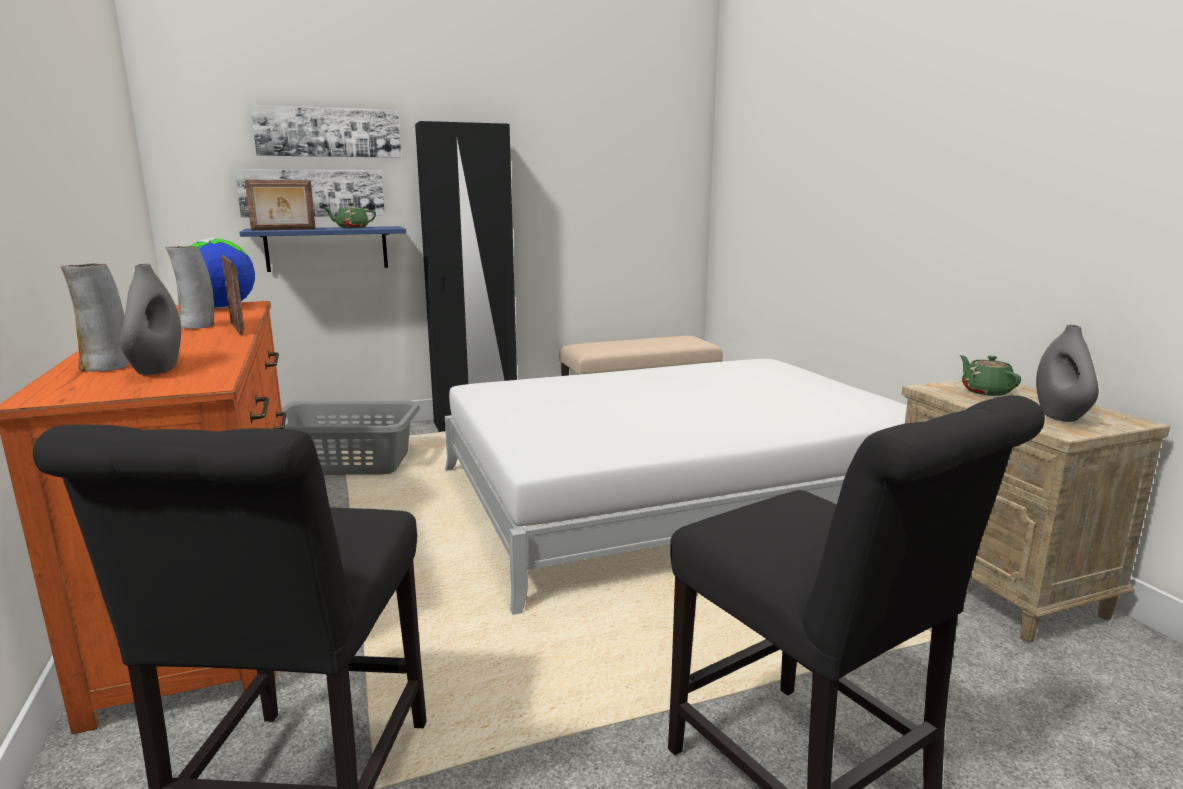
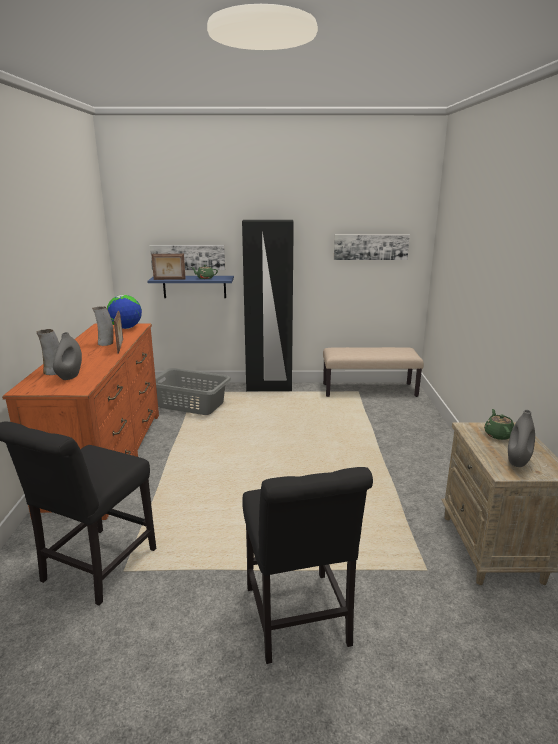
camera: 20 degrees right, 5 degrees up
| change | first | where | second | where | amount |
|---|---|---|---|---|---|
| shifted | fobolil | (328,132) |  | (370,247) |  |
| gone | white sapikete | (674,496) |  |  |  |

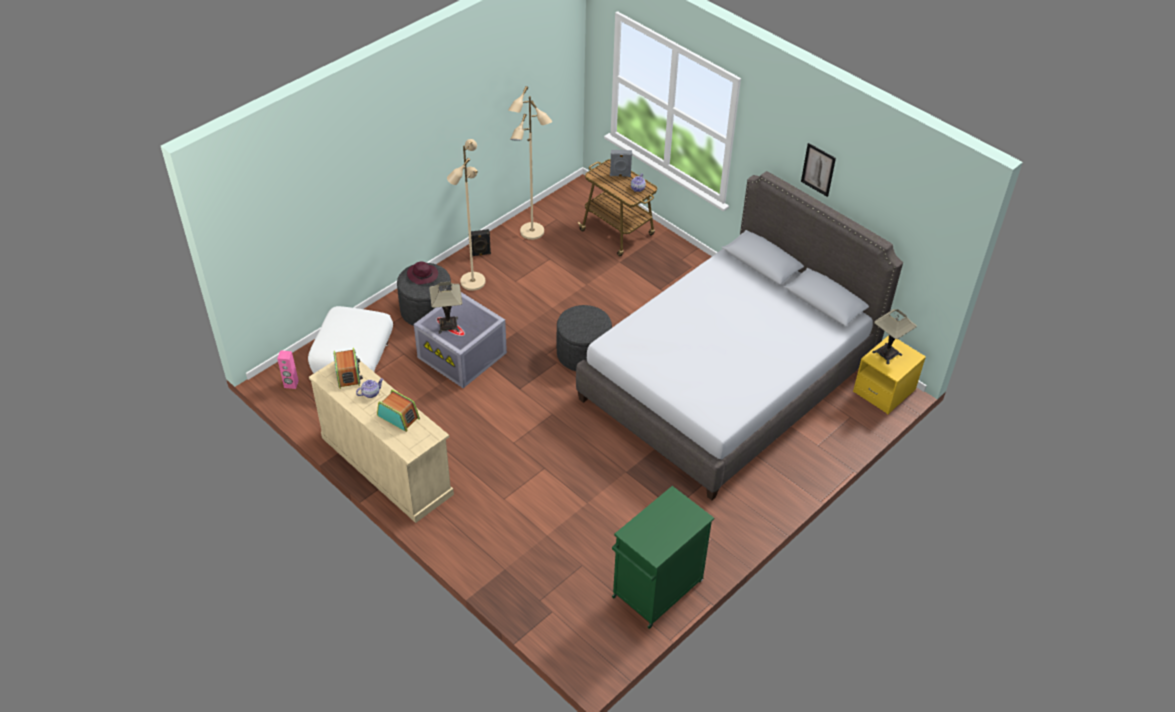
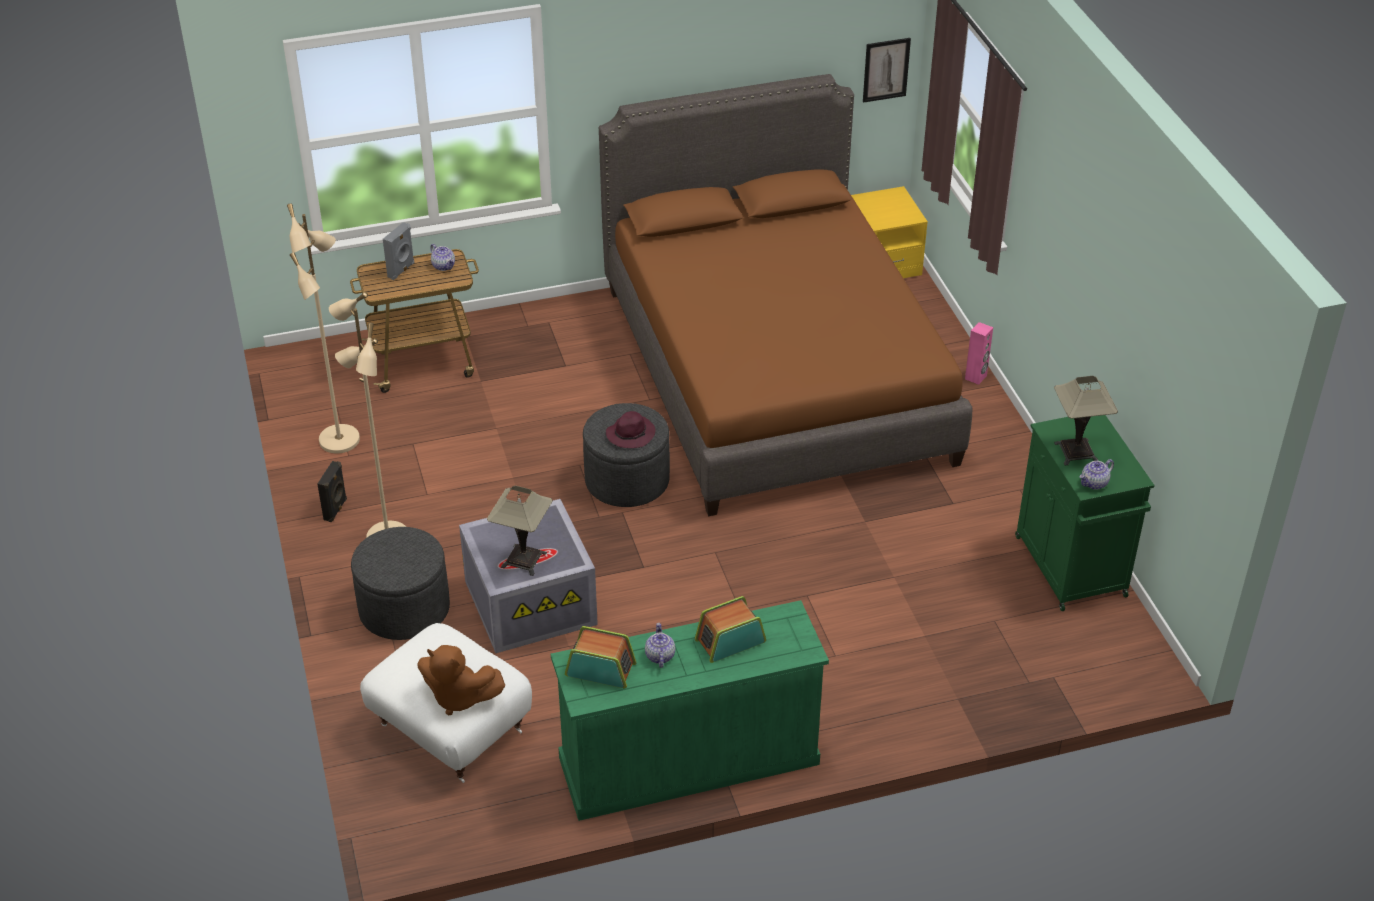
camera: 60 degrees left, 5 degrees down
| change | first | where | second | where | amount |
|---|---|---|---|---|---|
| shifted | fobolil | (818,169) |  | (886,69) |  |
| repainted | grey sapikete | (727,381) | brown sapikete | (775,374) |  |
| shifted | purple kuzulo | (423,275) |  | (631,434) |  |
| shifted | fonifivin | (887,353) |  | (1076,452) |  |
| shifted | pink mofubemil | (291,384) |  | (976,377) |  |
| repainted | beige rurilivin | (385,465) | green rurilivin | (687,762) |  |
| new |  |  | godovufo | (1094,483) |  |
| new |  |  | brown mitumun | (458,697) |  |

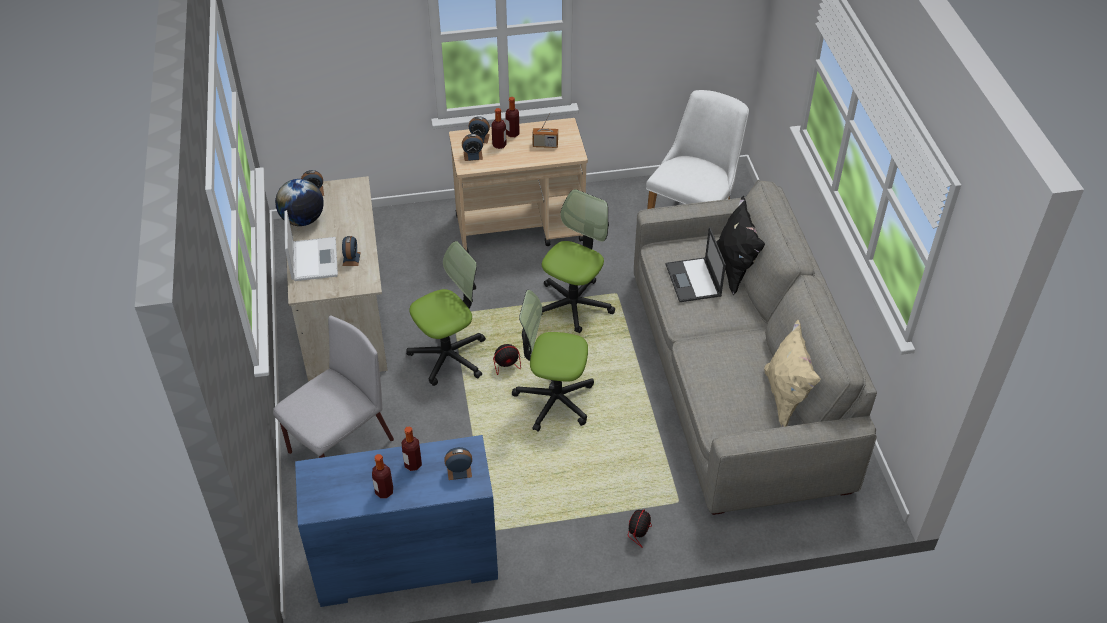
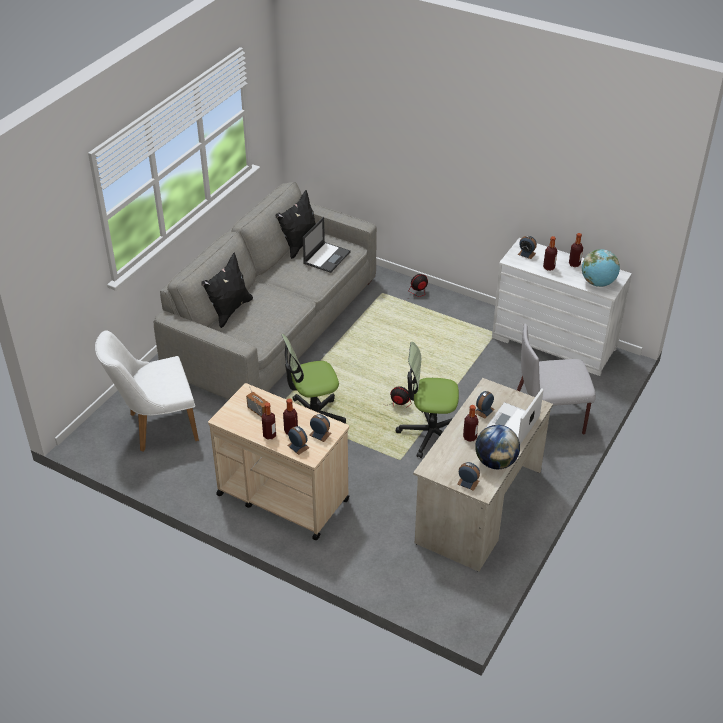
camera: 140 degrees left, 5 degrees down
| change | first | where | second | where | amount |
|---|---|---|---|---|---|
| shifted | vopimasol | (693,281) |  | (327,257) |  |
| gone | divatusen | (554,400) |  |  |  |
| repainted | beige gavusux | (785,397) | black gavusux | (299,244) |  |
| repainted | blue rurilivin | (406,564) | white rurilivin | (554,343) |  |
| new |  |  | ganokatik | (598,283) |  |
| new |  |  | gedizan | (469,437) |  |

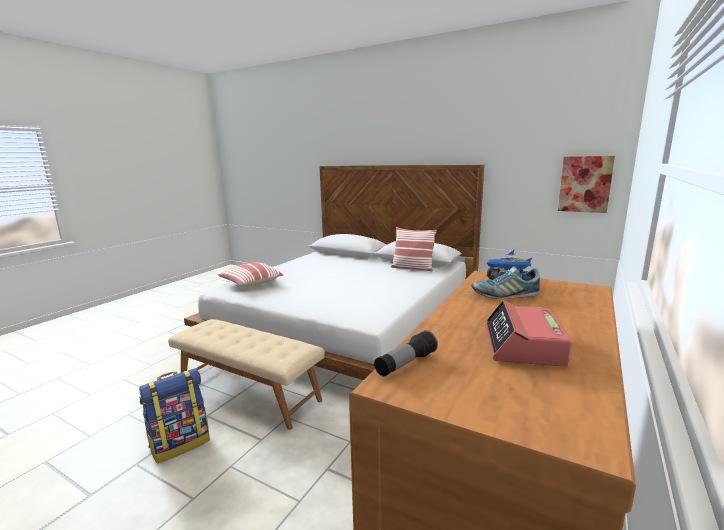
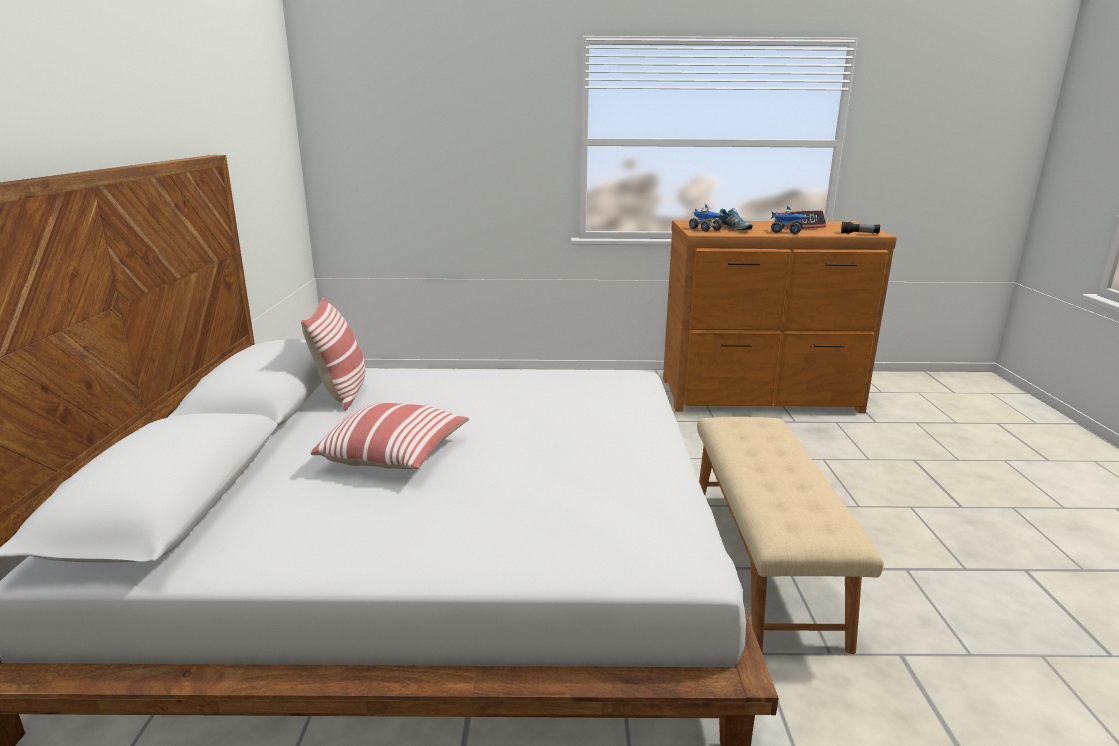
camera: 120 degrees left, 5 degrees up
| change | first | where | second | where | amount |
|---|---|---|---|---|---|
| gone | fobolil | (585,184) |  |  |  |
| shifted | gavusux | (250,283) |  | (396,455) |  |
| gone | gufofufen | (180,443) |  |  |  |
| new |  |  | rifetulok | (787,232) |  |

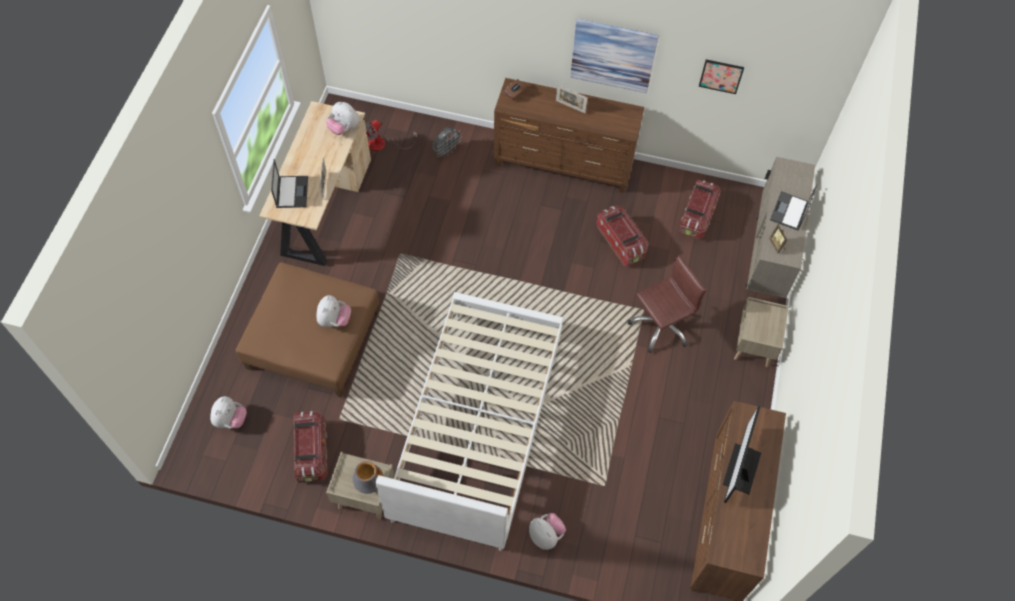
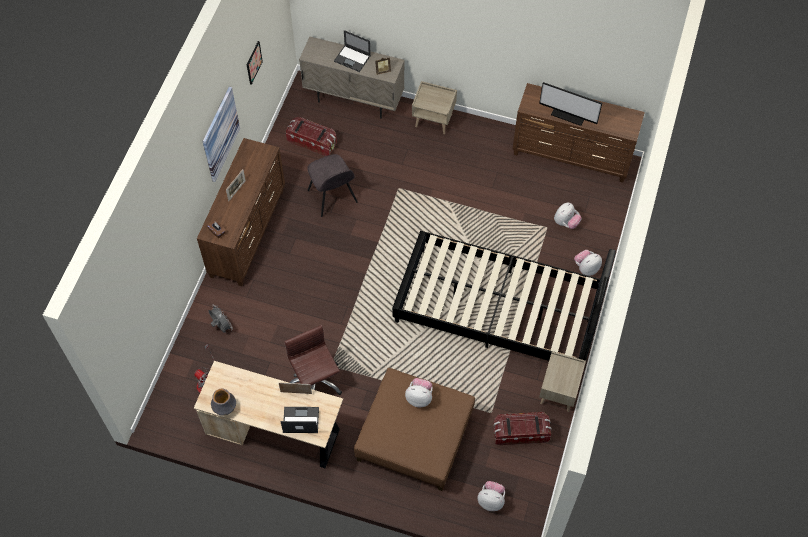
camera: 85 degrees left, 0 degrees up
| change | first | where | second | where | amount |
|---|---|---|---|---|---|
| shifted | mitumun | (344,128) |  | (565,222) |  |
| swapped | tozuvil | (621,242) | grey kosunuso | (333,197) |  |
| shifted | brown divatusen | (660,326) |  | (315,381) |  |
| repainted | white sapikete | (477,426) | black sapikete | (498,310) |  |
| shifted | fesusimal | (369,483) |  | (225,408) |  |

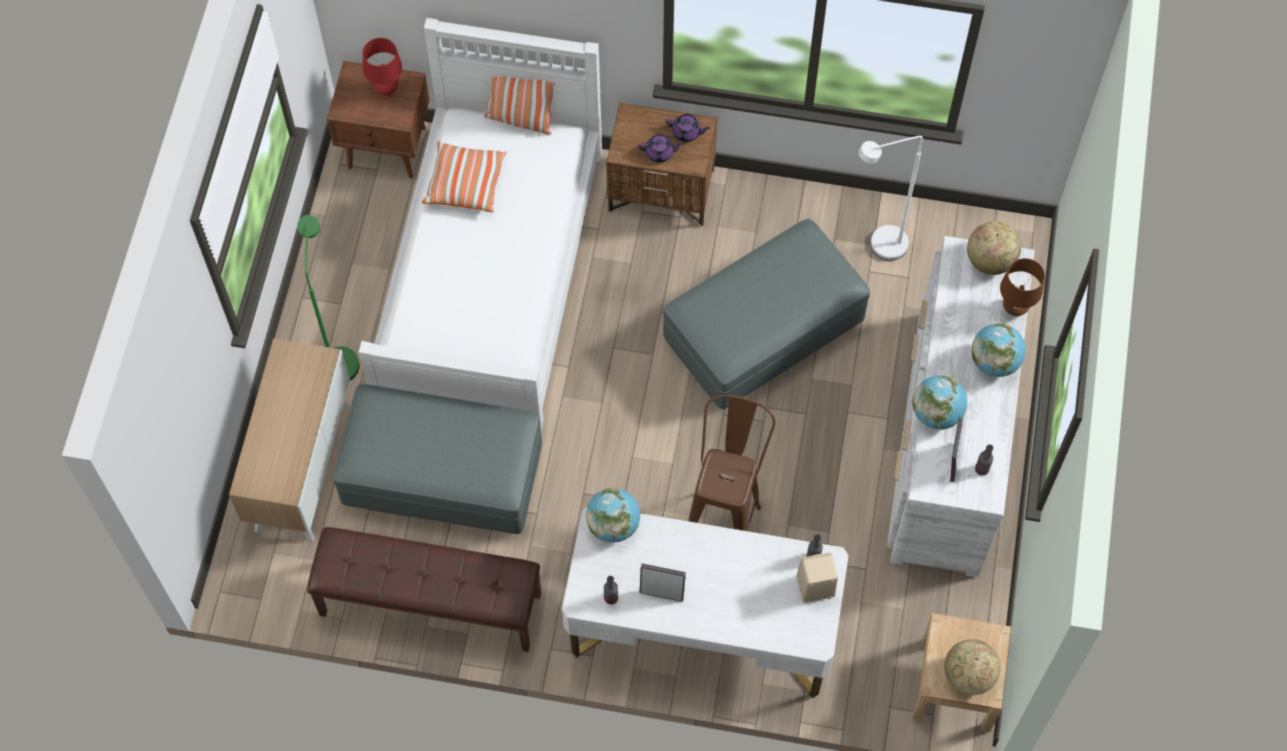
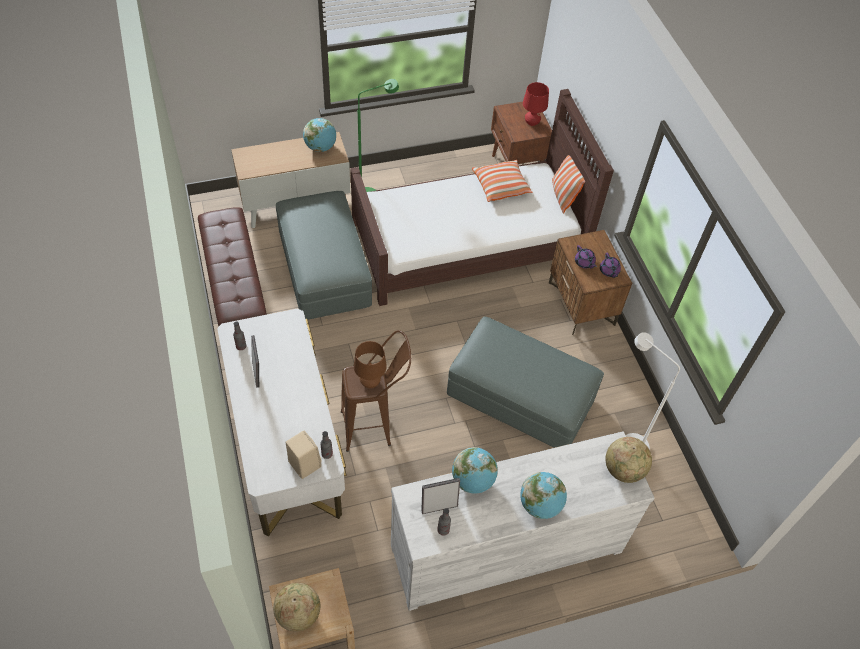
camera: 60 degrees right, 10 degrees down
| change | first | where | second | where | amount |
|---|---|---|---|---|---|
| repainted | white sapikete | (491,272) | brown sapikete | (469,242) |  |
| shifted | brown fonifivin | (1015,308) |  | (370,383) |  |
| shifted | ganokatik | (613,525) |  | (320,147) |  |

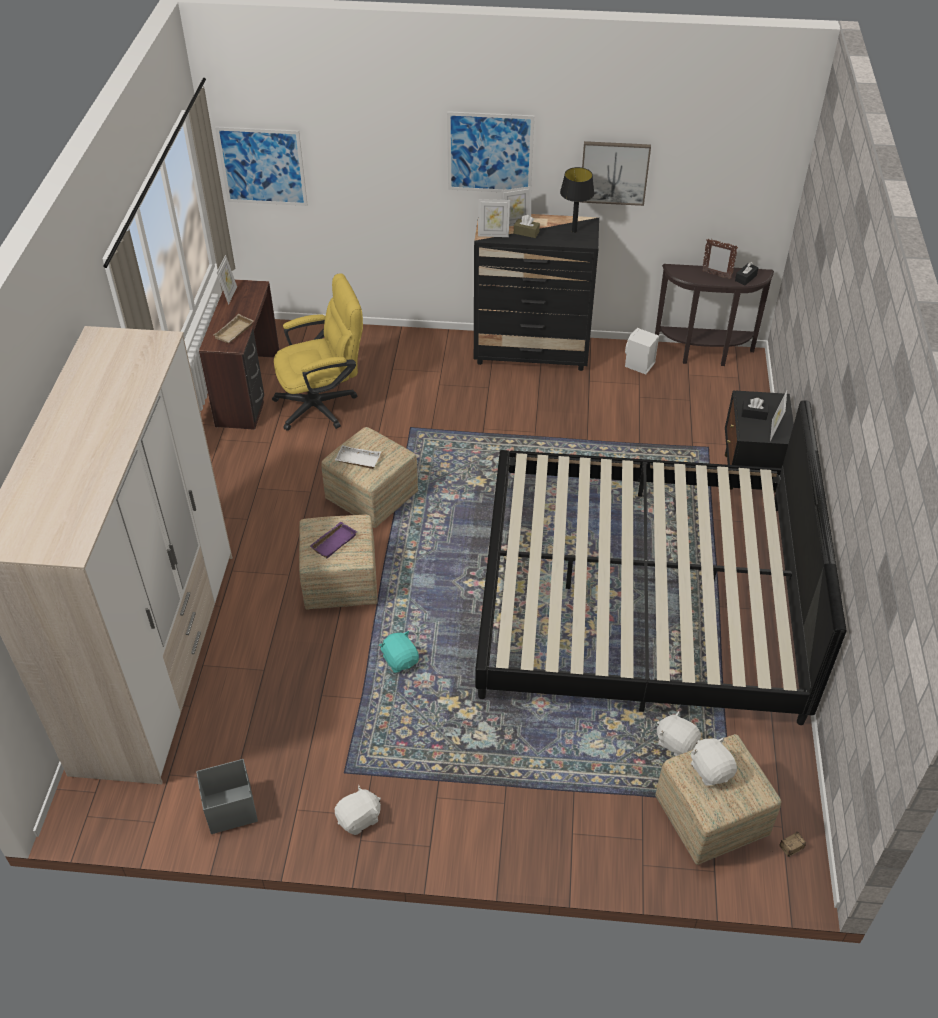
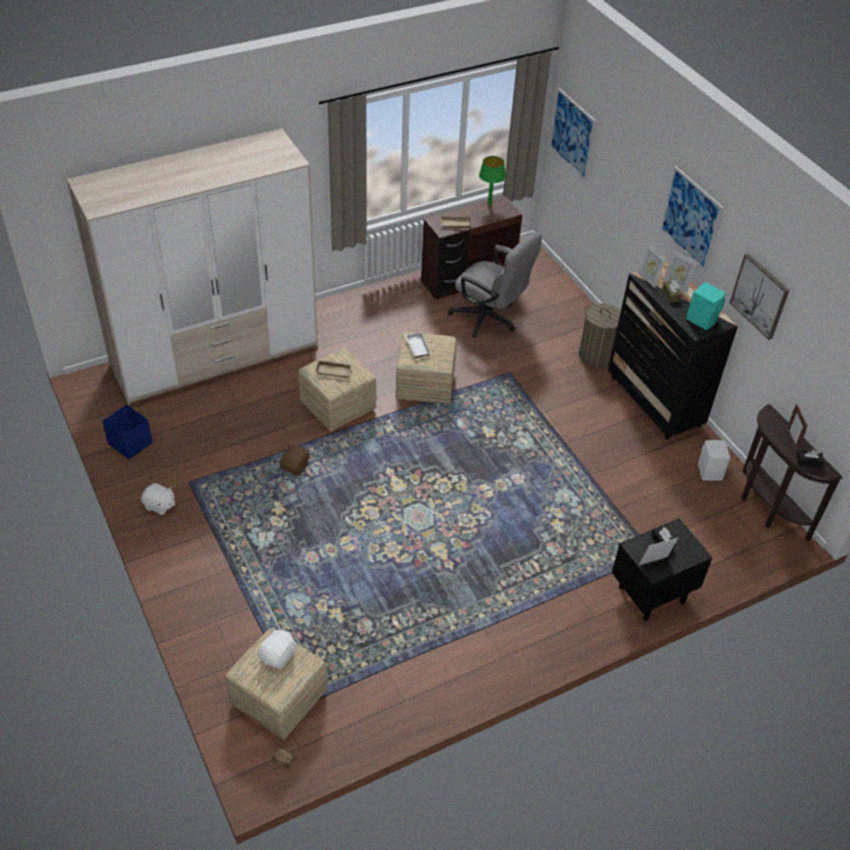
camera: 55 degrees right, 0 degrees up
| change | first | where | second | where | amount |
|---|---|---|---|---|---|
| swapped | black fonifivin | (574,231) | turquoise mofubemil | (702,319) |  |
| swapped | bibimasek | (229,295) | green fonifivin | (489,204) |  |
| repainted | yellow divatusen | (323,404) | grey divatusen | (489,319) |  |
| gone | sapikete | (640,596) |  |  |  |
| repainted | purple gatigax | (333,541) | beige gatigax | (334,370) |  |
| repainted | turquoise mitumun | (400,660) | brown mitumun | (295,467) |  |
| gone | white mitumun | (676,742) |  |  |  |
| repainted | grey tozuvil | (230,809) | blue tozuvil | (130,443) |  |
| new |  |  | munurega | (596,356) |  |

